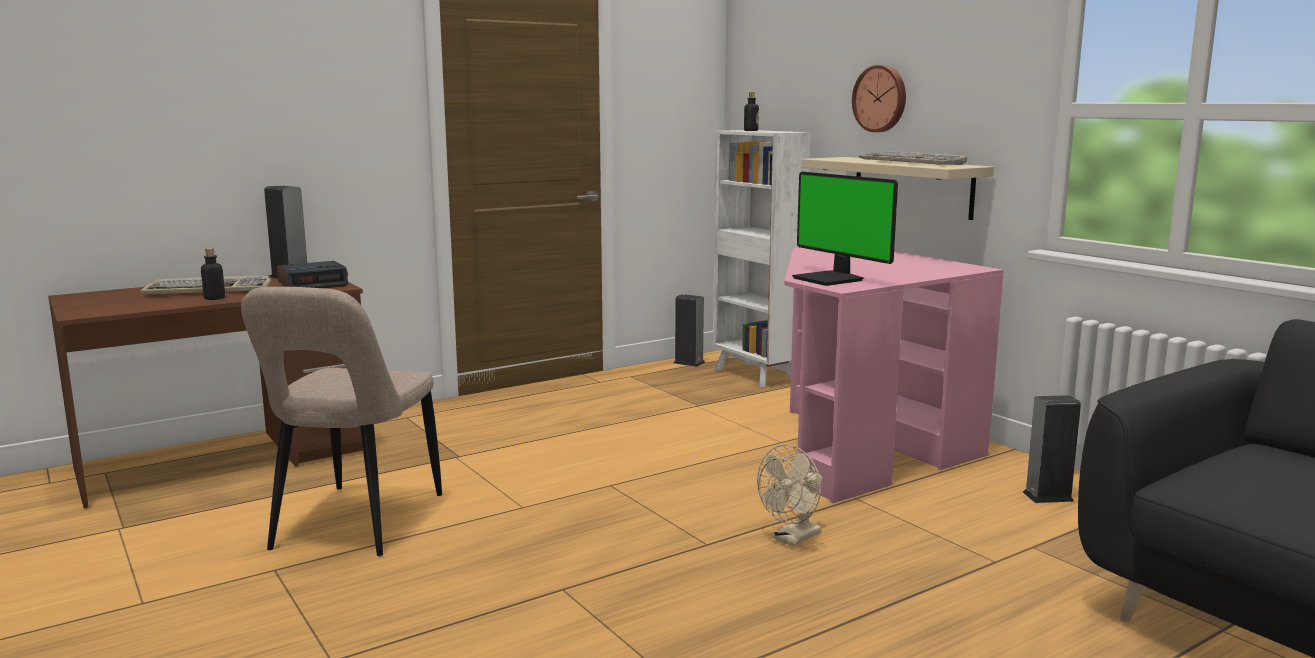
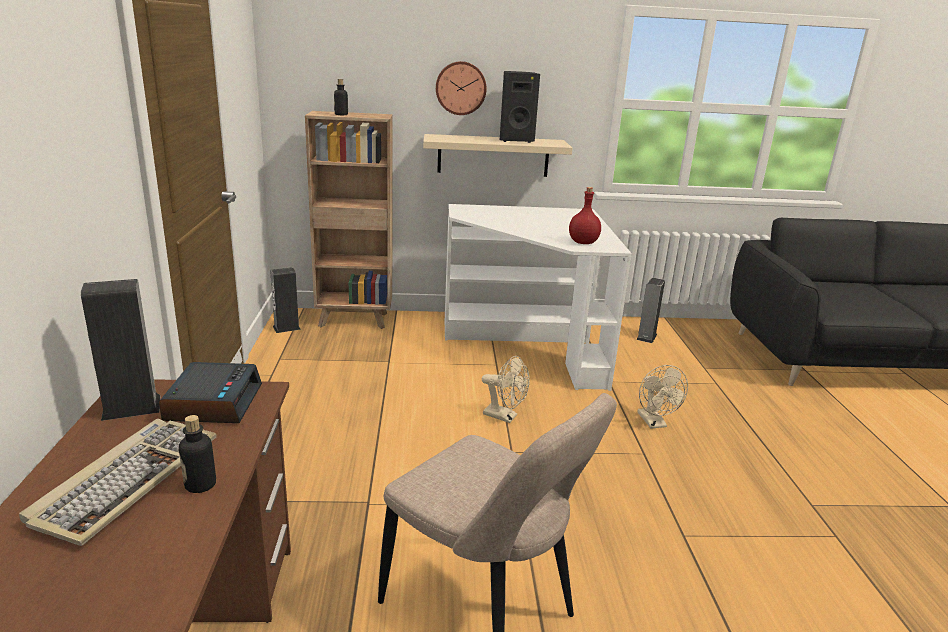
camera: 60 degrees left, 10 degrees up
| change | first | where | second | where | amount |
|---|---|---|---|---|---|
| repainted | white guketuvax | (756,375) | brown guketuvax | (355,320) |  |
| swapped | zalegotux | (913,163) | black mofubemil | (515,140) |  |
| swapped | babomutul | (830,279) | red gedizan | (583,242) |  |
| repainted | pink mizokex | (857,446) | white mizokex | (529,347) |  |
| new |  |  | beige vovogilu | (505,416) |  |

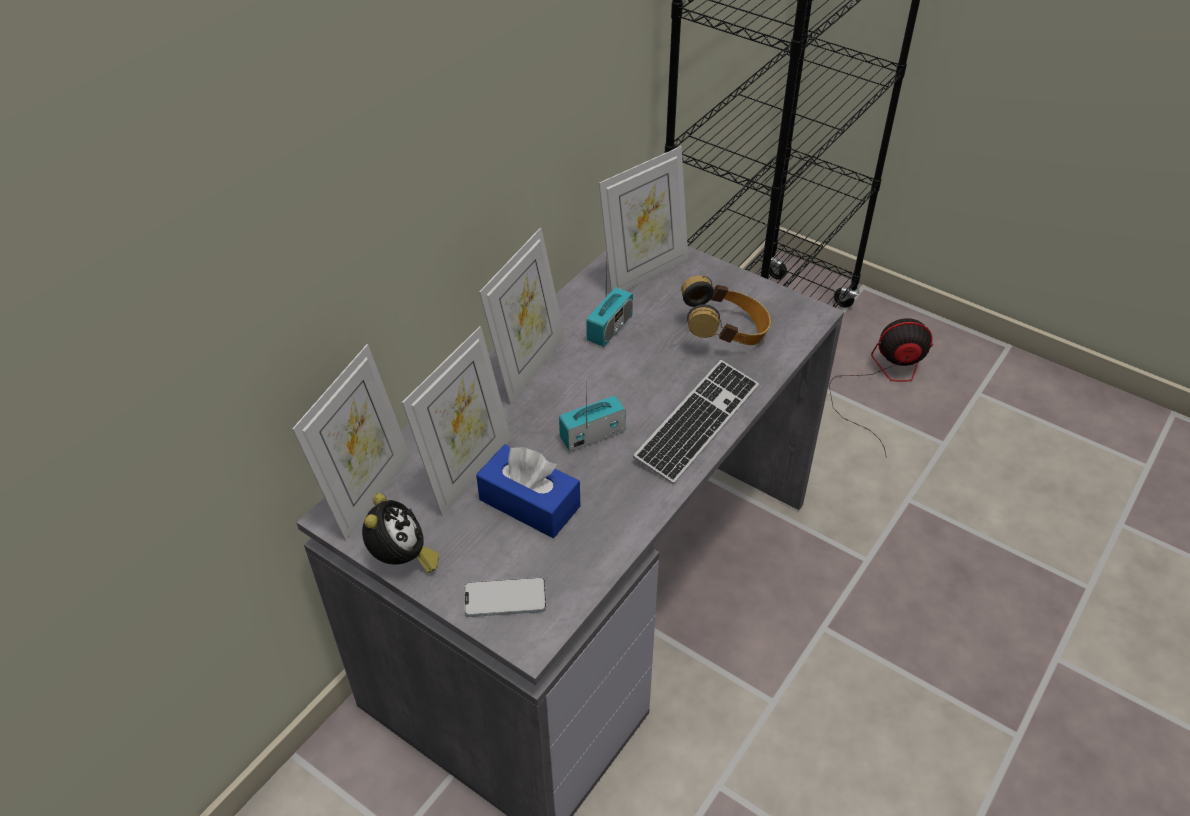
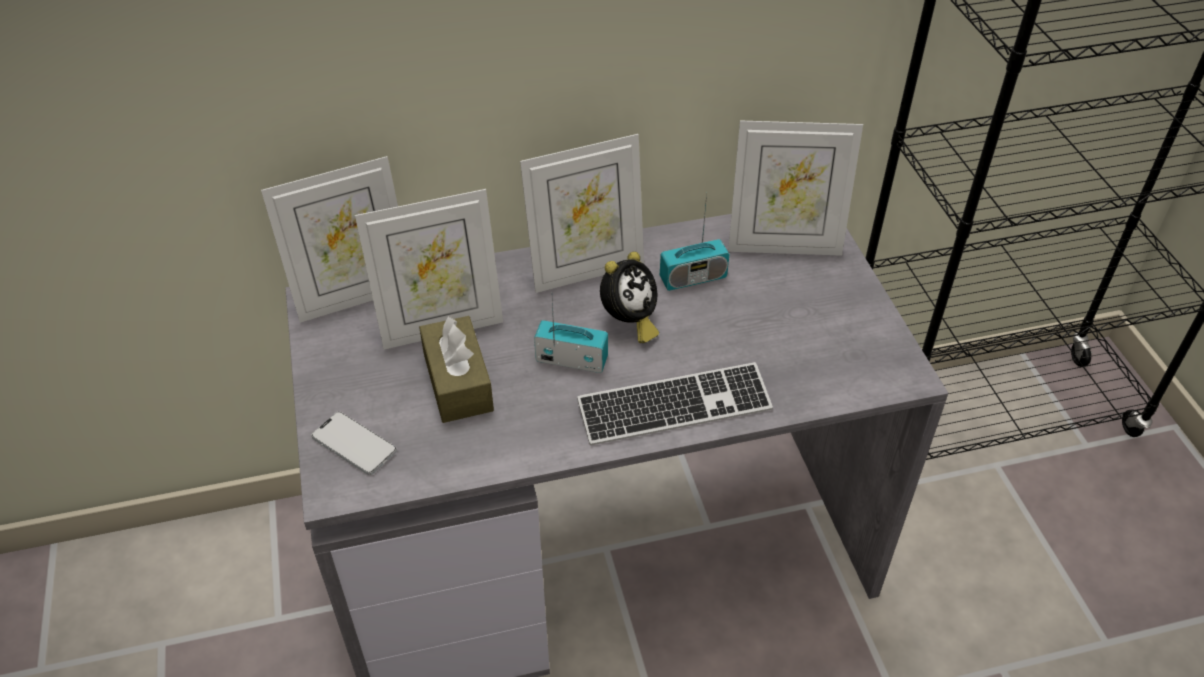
camera: 40 degrees right, 0 degrees up
| change | first | where | second | where | amount |
|---|---|---|---|---|---|
| gone | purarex | (725,334) |  |  |  |
| gone | vovogilu | (882,382) |  |  |  |
| repainted | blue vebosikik | (529,503) | brown vebosikik | (458,382) |  |
| shifted | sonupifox | (402,559) |  | (629,322) |  |

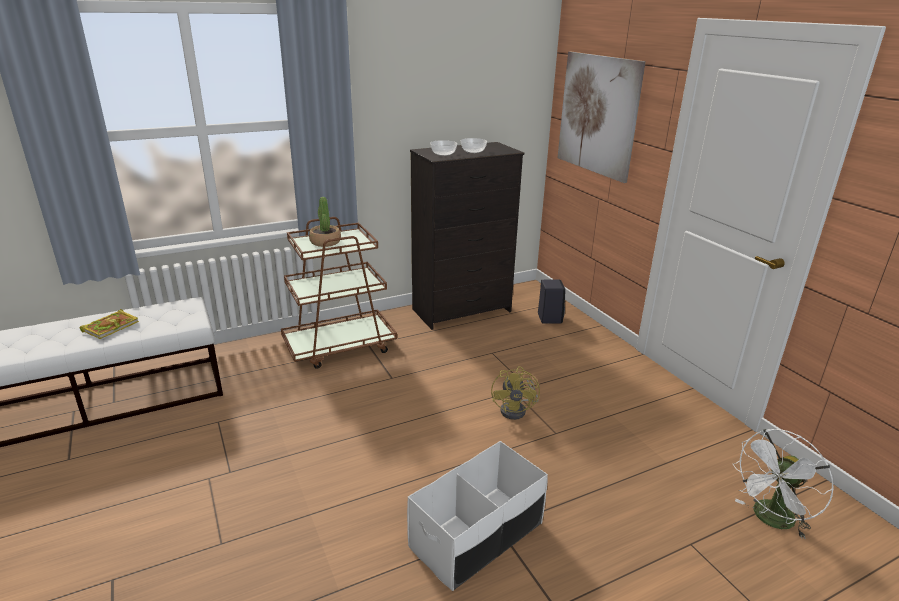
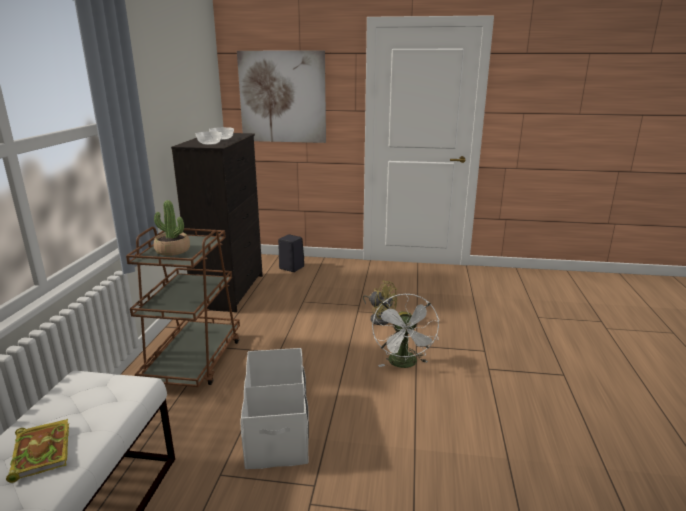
camera: 55 degrees left, 5 degrees down
| change | first | where | second | where | amount |
|---|---|---|---|---|---|
| shifted | white vovogilu | (770,520) |  | (404,364) |  |
| shifted | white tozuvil | (477,535) |  | (277,427) |  |

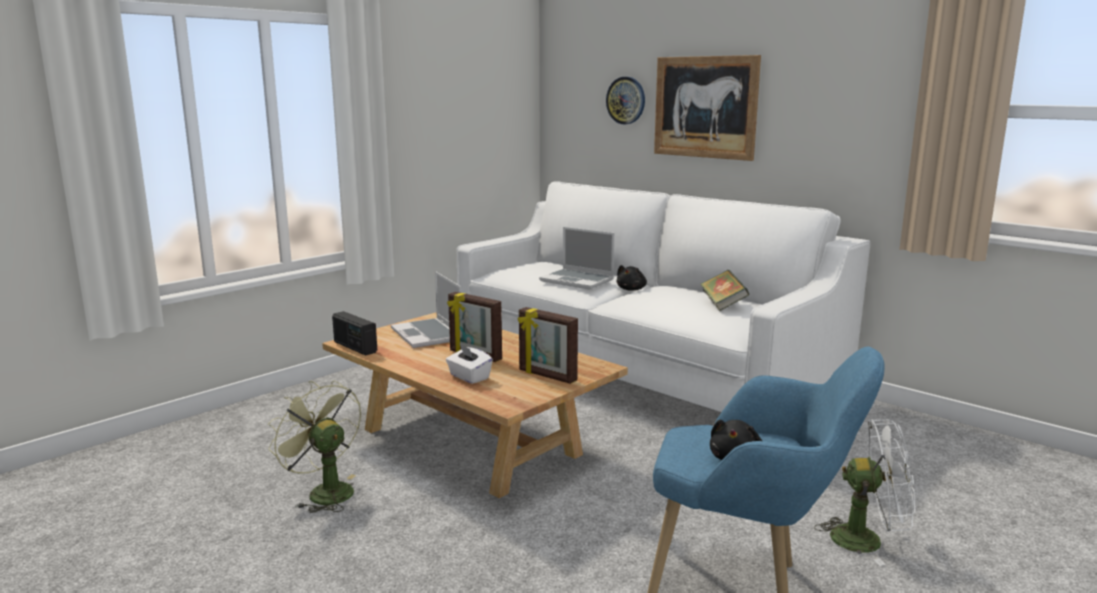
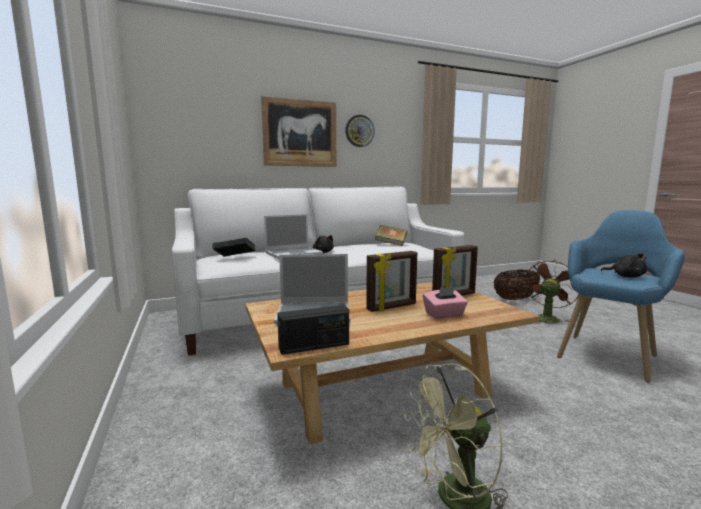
camera: 65 degrees left, 5 degrees down
| change | first | where | second | where | amount |
|---|---|---|---|---|---|
| shifted | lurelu | (626,100) |  | (359,131) |  |
| repainted | white vebosikik | (469,377) | pink vebosikik | (444,315) |  |
| repainted | white vovogilu | (867,540) | brown vovogilu | (546,318) |  |
| new |  |  | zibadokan | (235,258) |  |
| new |  |  | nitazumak | (515,299) |  |

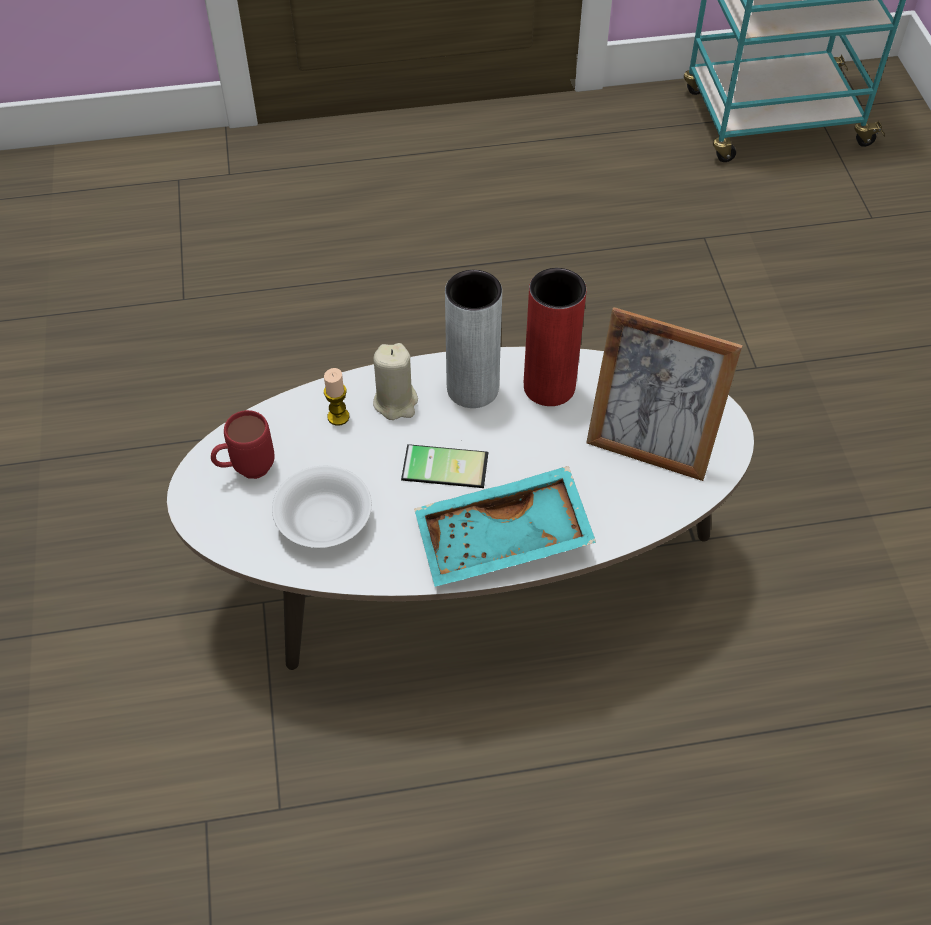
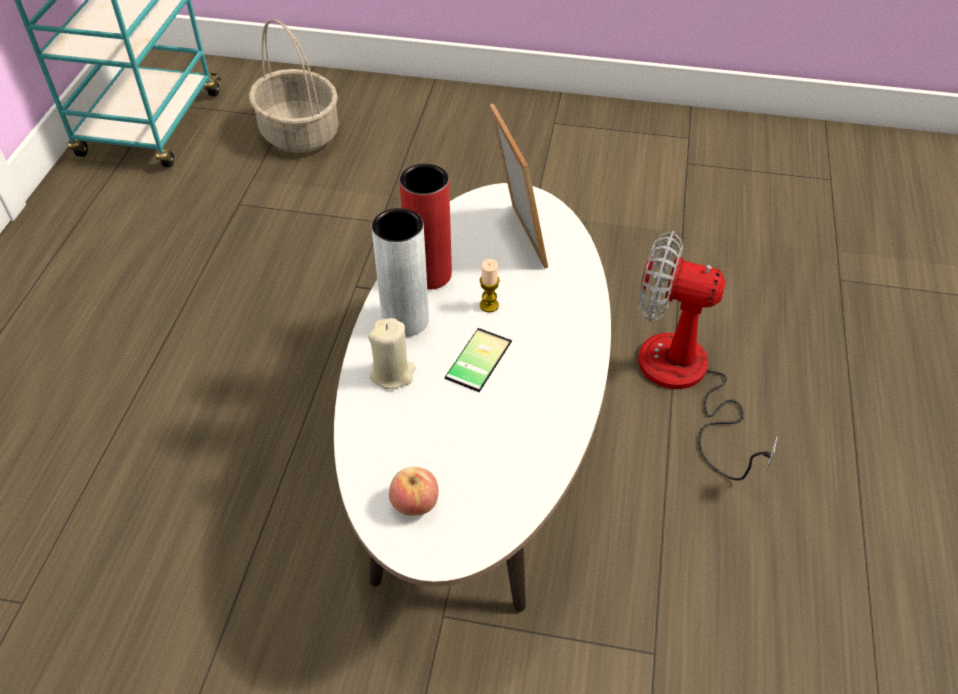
camera: 70 degrees left, 5 degrees down
| change | first | where | second | where | amount |
|---|---|---|---|---|---|
| rotated | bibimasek | (649,448) |  | (517,238) | 60 degrees counterclockwise |
| shifted | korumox | (338,417) |  | (489,305) |  |
| swapped | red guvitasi | (246,470) | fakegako | (414,503) |  |
| gone | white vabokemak | (323,520) |  |  |  |
| gone | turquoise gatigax | (503,541) |  |  |  |
| new |  |  | nitazumak | (298,134) |  |
| new |  |  | vovogilu | (684,382) |  |

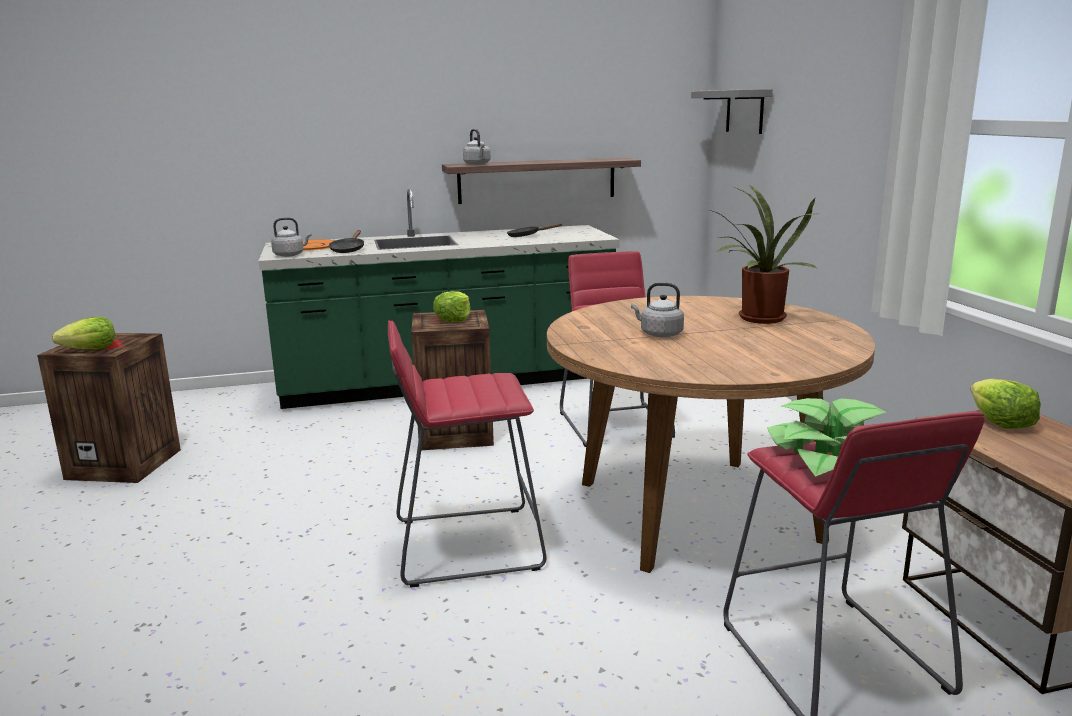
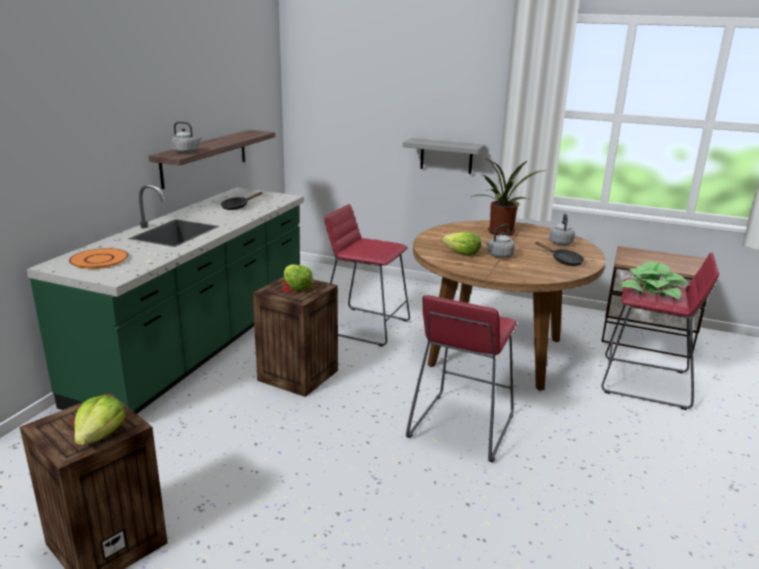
camera: 55 degrees left, 5 degrees up
| change | first | where | second | where | amount |
|---|---|---|---|---|---|
| shifted | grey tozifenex | (745,111) |  | (446,156) |  |
| shifted | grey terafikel | (290,255) |  | (560,242) |  |
| shifted | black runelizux | (348,250) |  | (563,261) |  |
| shifted | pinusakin | (999,422) |  | (462,253) |  |

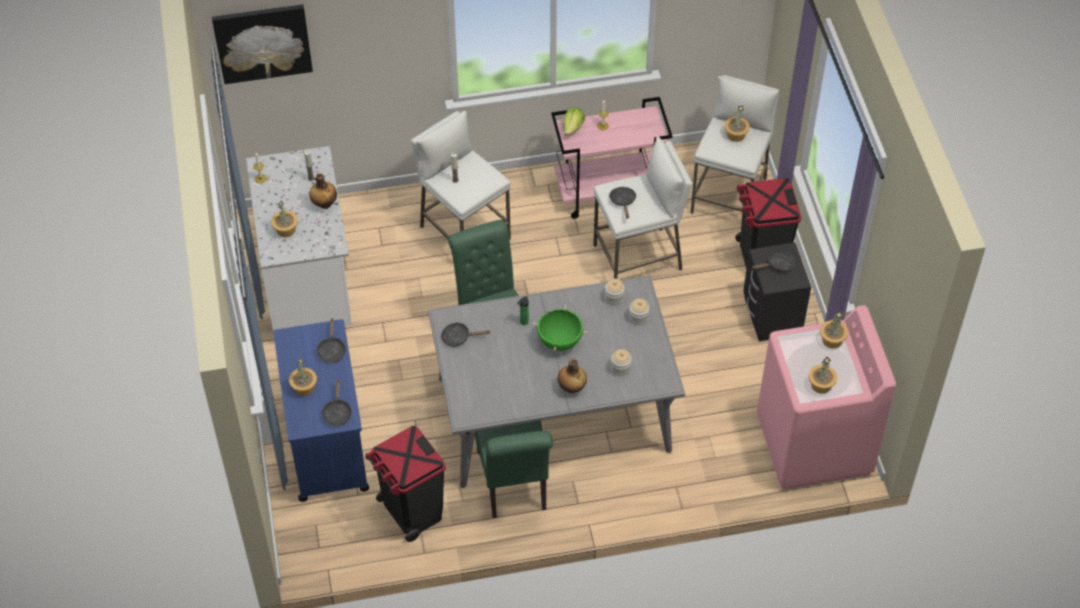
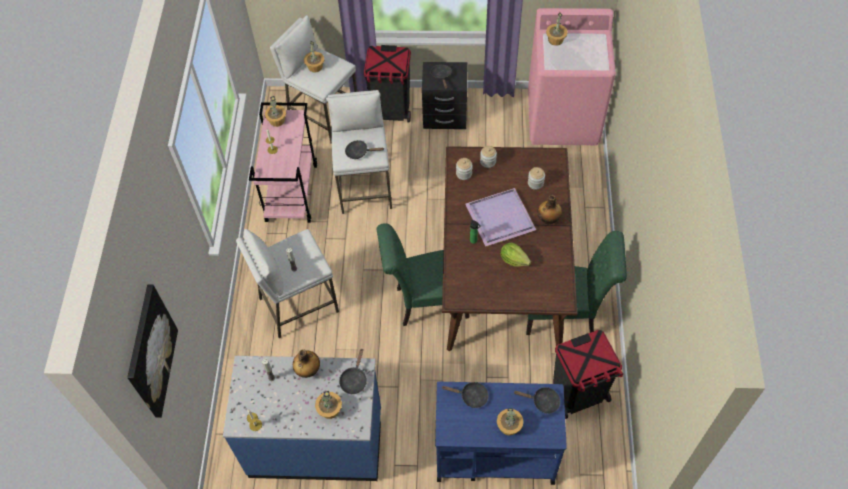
camera: 75 degrees left, 5 degrees up
| change | first | where | second | where | amount |
|---|---|---|---|---|---|
| shifted | pinusakin | (573,128) |  | (513,260) |  |
| repainted | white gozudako | (309,285) | blue gozudako | (316,442) |  |
| repainted | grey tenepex | (554,413) | brown tenepex | (502,273) |  |
| swapped | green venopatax | (559,341) | purple gatigax | (499,219) |  |
| shifted | black runelizux | (459,337) |  | (354,379) |  |
| shifted | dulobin | (821,385) |  | (277,120) |  |

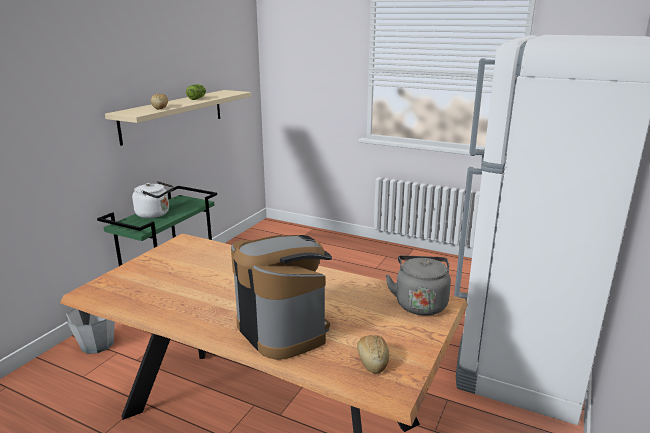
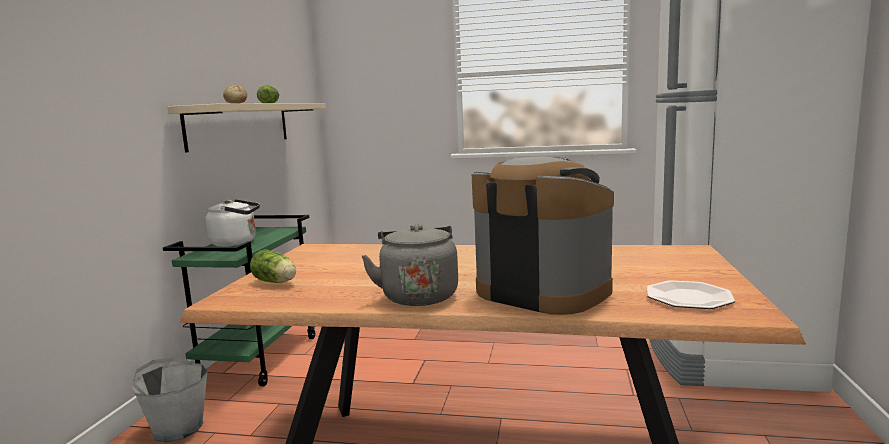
camera: 15 degrees left, 10 degrees down
| change | first | where | second | where | amount |
|---|---|---|---|---|---|
| shifted | grey terafikel | (420,303) |  | (418,295) |  |
| swapped | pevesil | (372,361) | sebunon | (688,297) |  |
| new |  |  | pinusakin | (276,282) |  |

